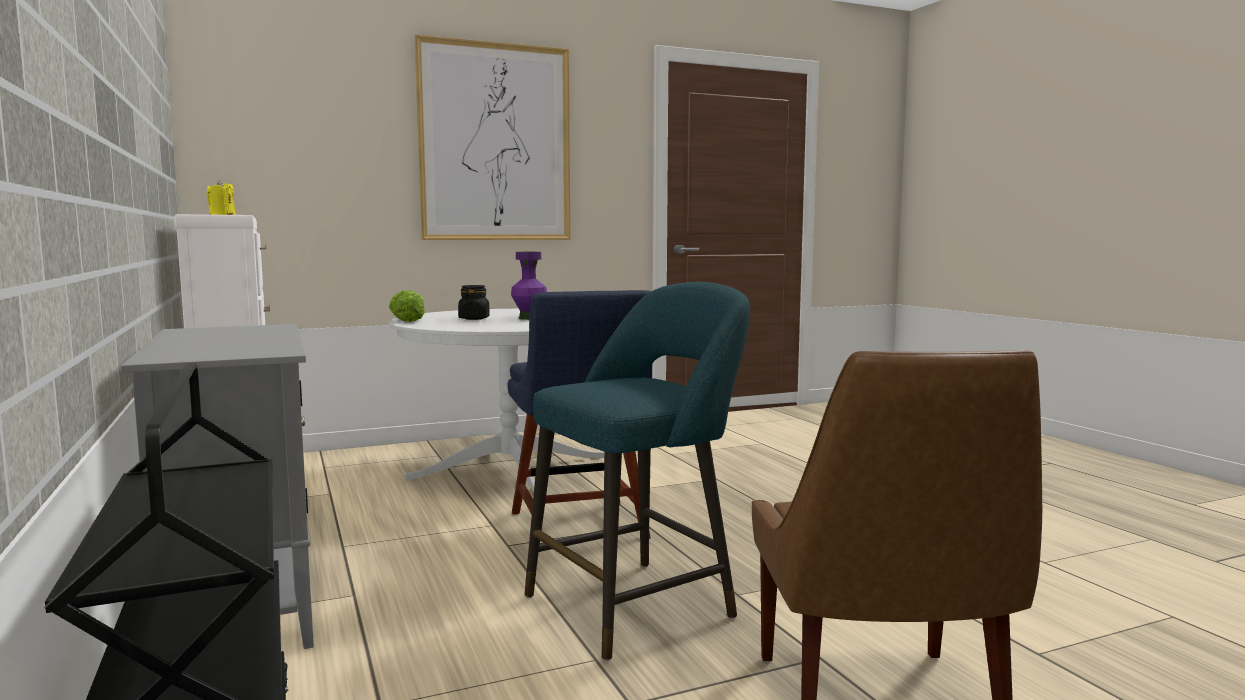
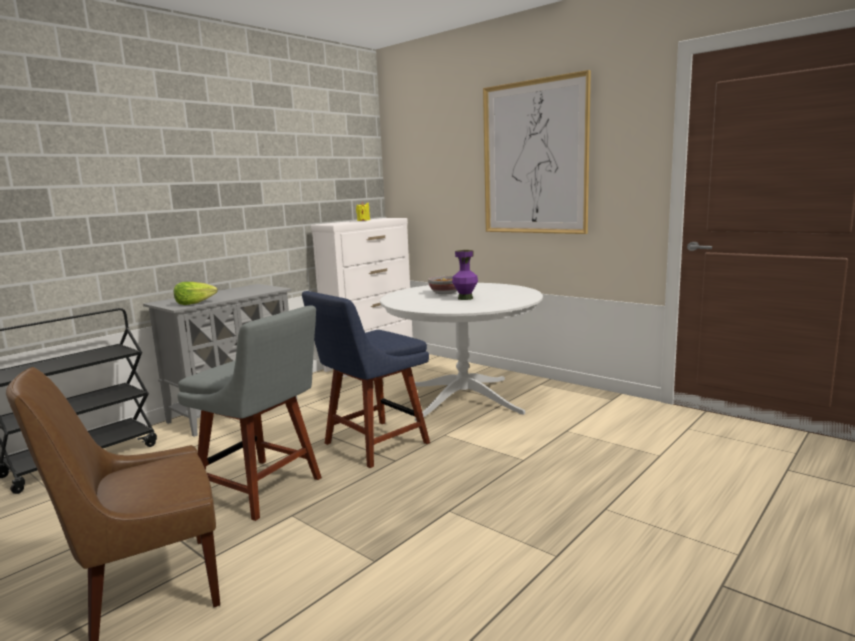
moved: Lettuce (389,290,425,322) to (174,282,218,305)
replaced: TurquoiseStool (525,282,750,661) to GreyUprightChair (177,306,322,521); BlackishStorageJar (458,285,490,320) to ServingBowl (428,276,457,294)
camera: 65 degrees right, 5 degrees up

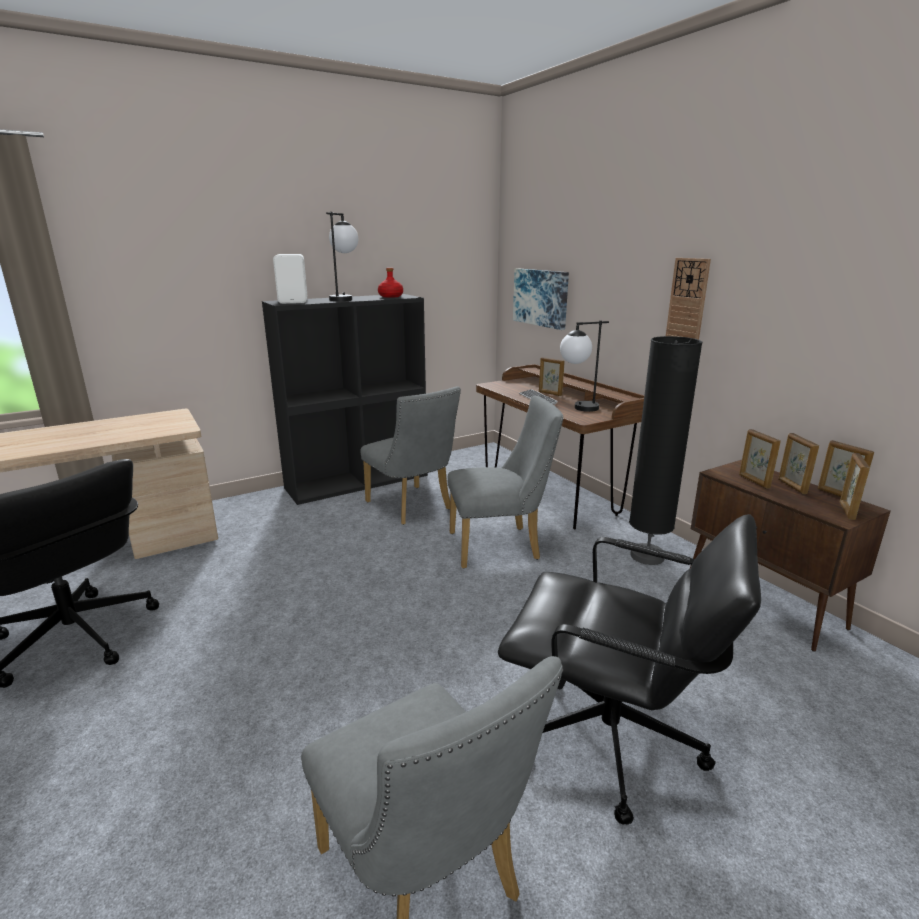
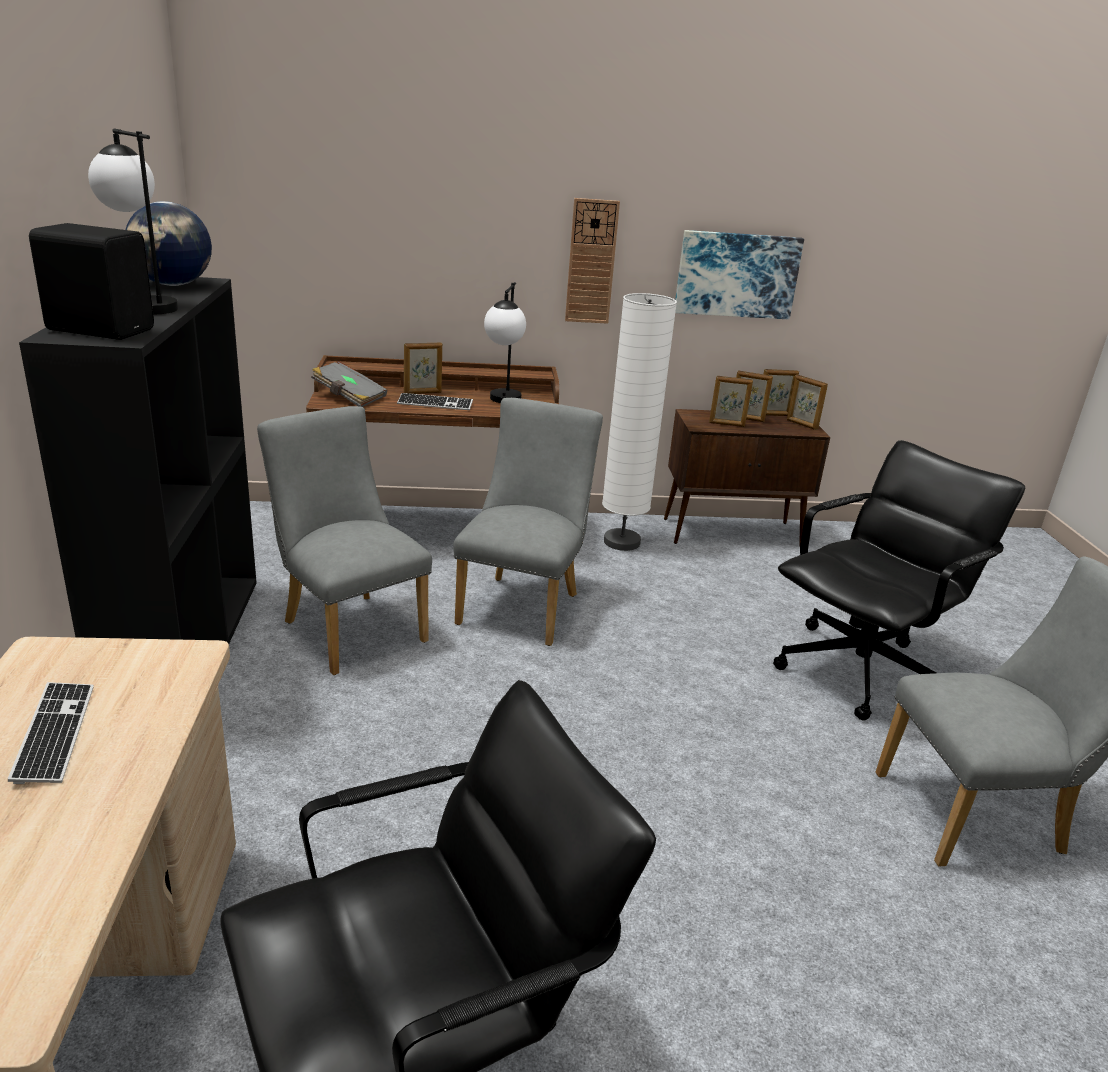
added: PcKeyboard (8,682,94,784); GreyVolume (311,361,387,407)
moved: WallPicture (513,268,569,330) to (675,230,804,320)
replaced: ReddishBottle (378,268,403,298) to Globe (126,201,212,286)
recoloured: WhitishLoudspeaker (273,254,307,304) to BlackishLoudspeaker (29,223,154,340); BlackishFloorLamp (629,336,702,565) to WhitishFloorLamp (602,293,677,551)
turned: GreyUprightChair (360,386,461,525) = (257,406,432,675) 120 degrees counterclockwise
camera: 65 degrees left, 5 degrees up

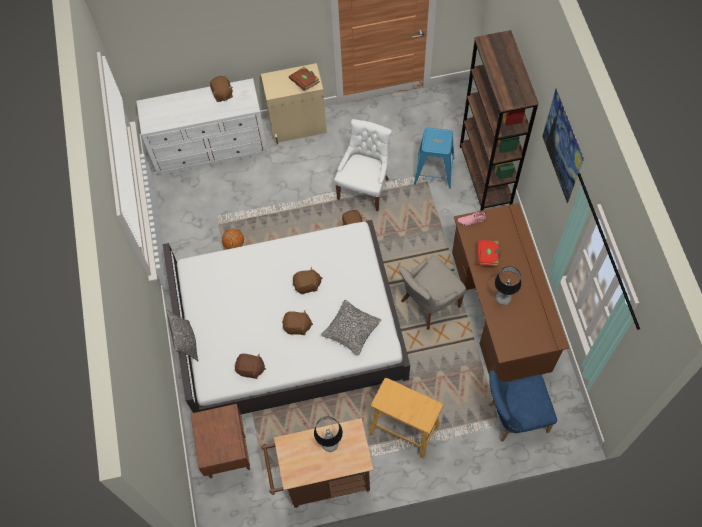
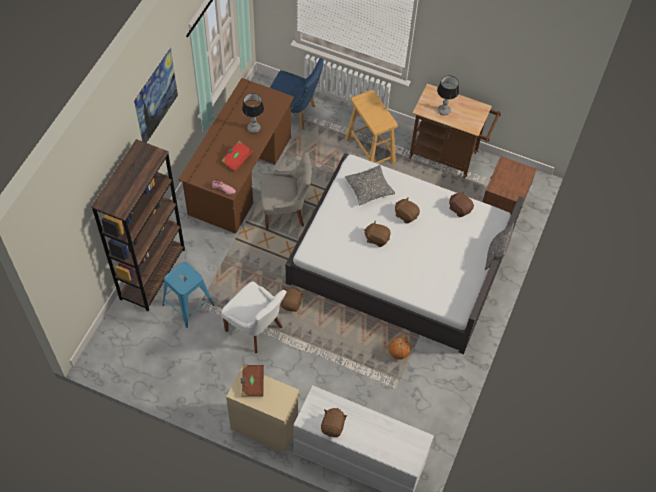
turned: WhitishUprightChair (334,119,392,212) = (221,282,287,353) 105 degrees counterclockwise
camera: 150 degrees left, 5 degrees down

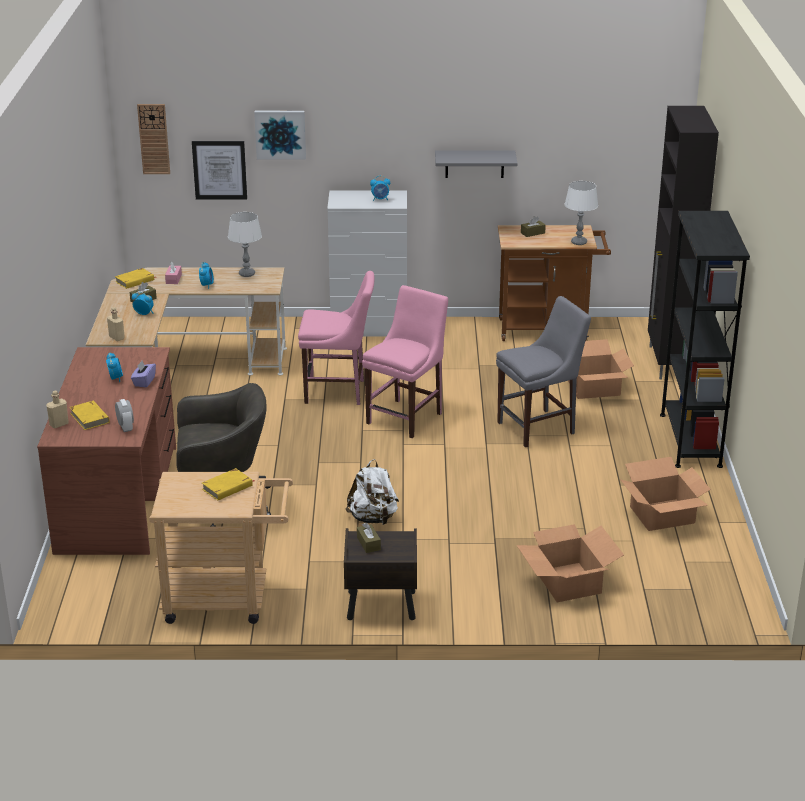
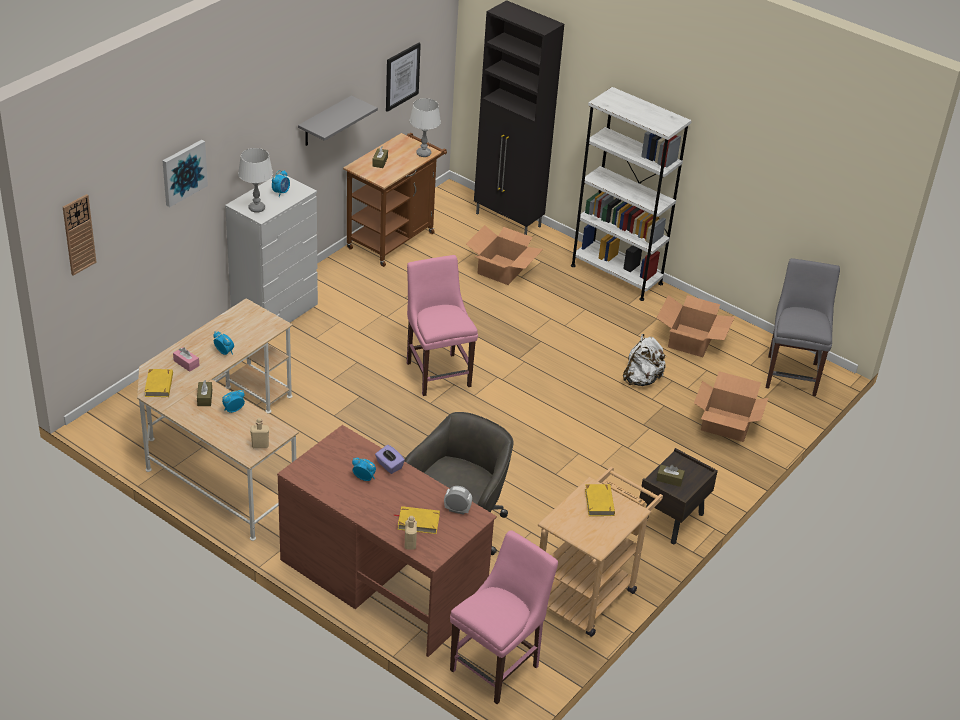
moved: WhitishTableLamp (228,212,262,277) to (238,148,273,213); WallPicture (192,141,247,199) to (386,43,421,112); PinkColouredUprightChair (298,271,374,405) to (450,530,558,704); WhitishBackpack (346,459,399,525) to (623,334,666,386); GreyUprightChair (496,296,591,447) to (766,258,840,396)
recoloured: BlackishBookcase (660,211,750,468) to WhitishBookcase (571,87,692,301)
camera: 55 degrees left, 10 degrees up

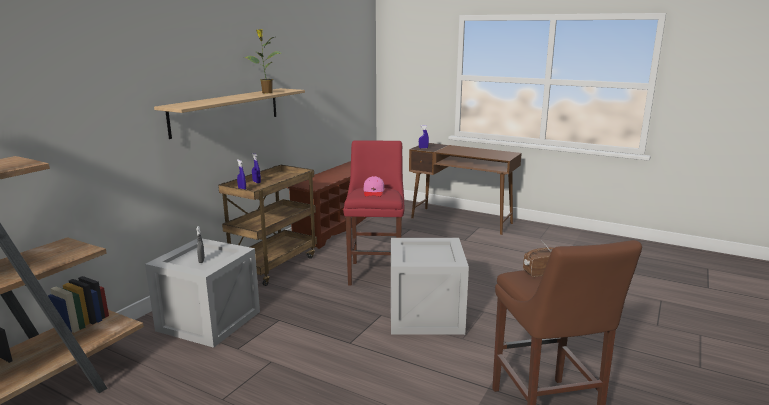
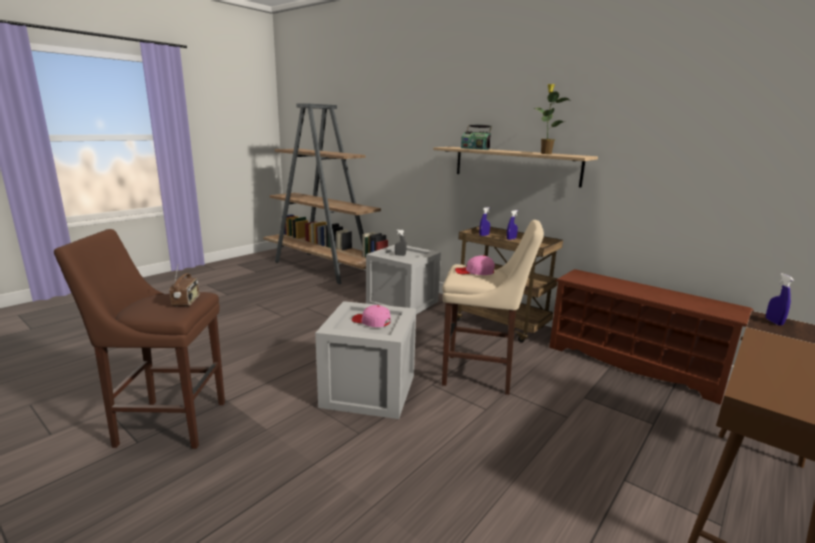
added: PinkColouredPeakedCap (352,305,391,327); Radio (461,124,492,150)
recoloured: ReddishStool (343,140,404,286) to SandColouredStool (442,220,544,395)
camera: 100 degrees right, 0 degrees up

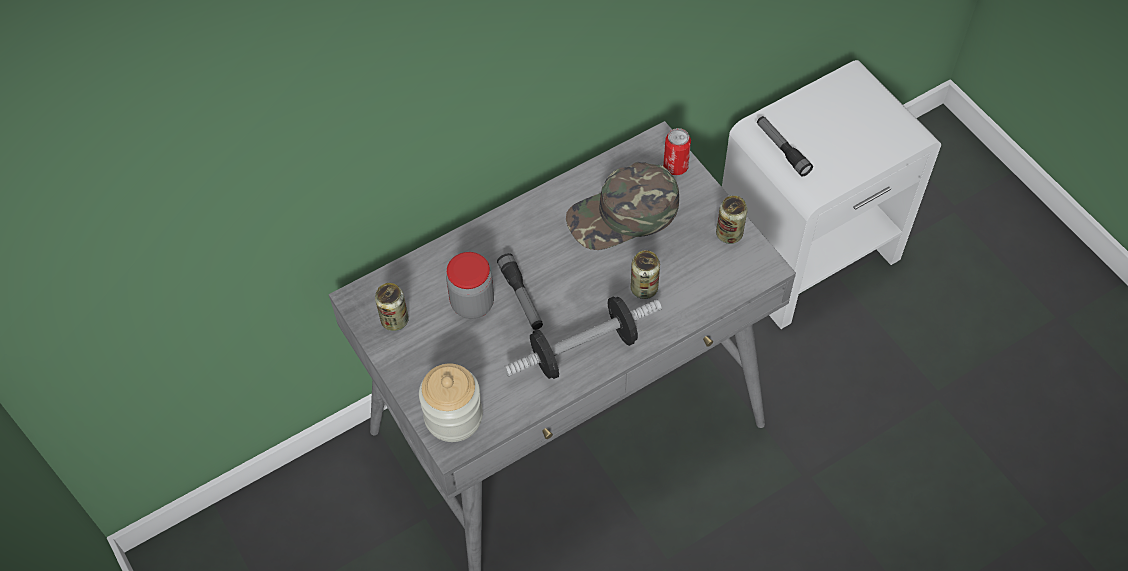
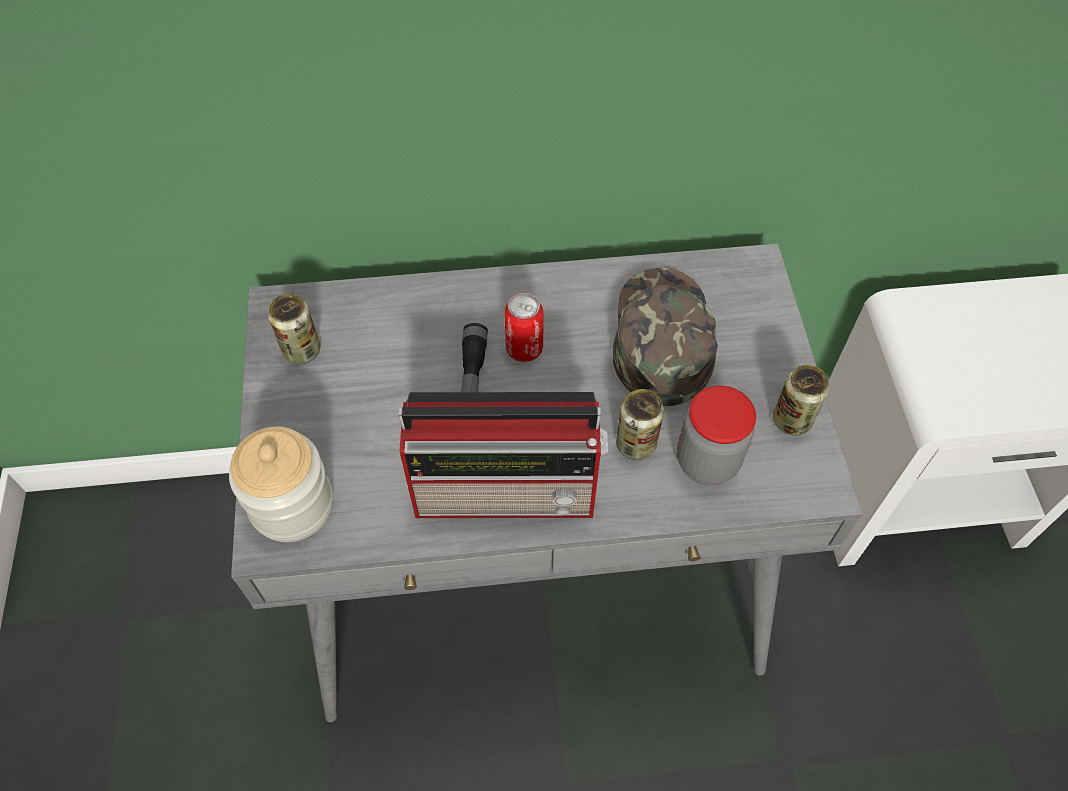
removed: Flashlight (757,116,813,177)
moved: MetalCan (663,128,691,175) to (504,293,544,362); StorageJar (446,252,494,319) to (677,386,756,485)
replaced: Dumbbell (504,296,662,379) to Radio (399,392,608,518)
turned: GreenColouredPeakedCap (566,162,679,250) = (613,268,718,406) 90 degrees clockwise
camera: 25 degrees right, 0 degrees up

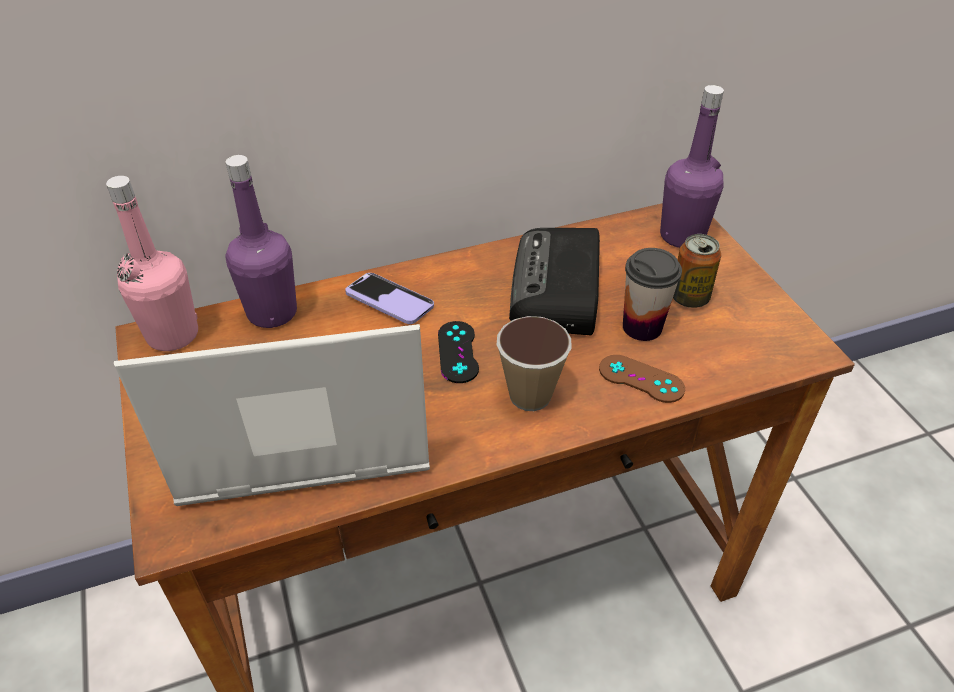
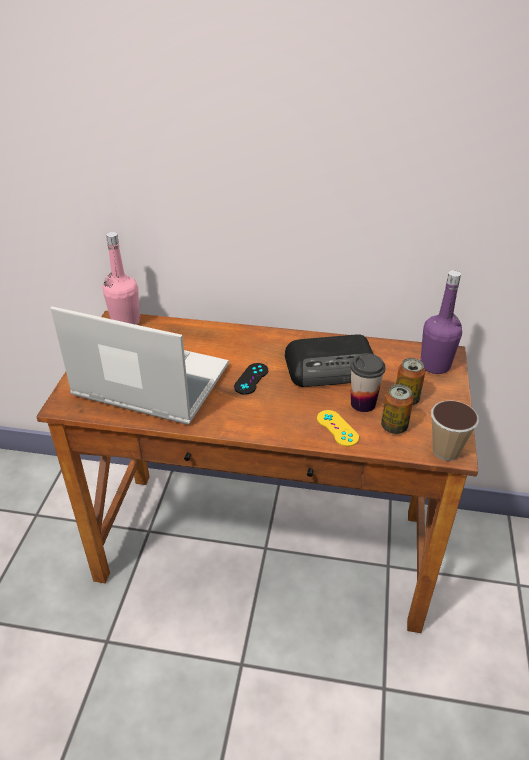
removed: PurpleColouredBottle (226,155,297,328); Phone (345,273,434,324)
added: MetalCan (381,384,414,434)
moved: SmallCup (497,316,571,411) to (431,400,479,461)
recoloured: BrownColouredGamepad (599,355,685,403) to YellowGamepad (317,410,359,447)
turned: Radio (509,228,600,335) = (285,335,373,387) 135 degrees counterclockwise
camera: 30 degrees right, 5 degrees down

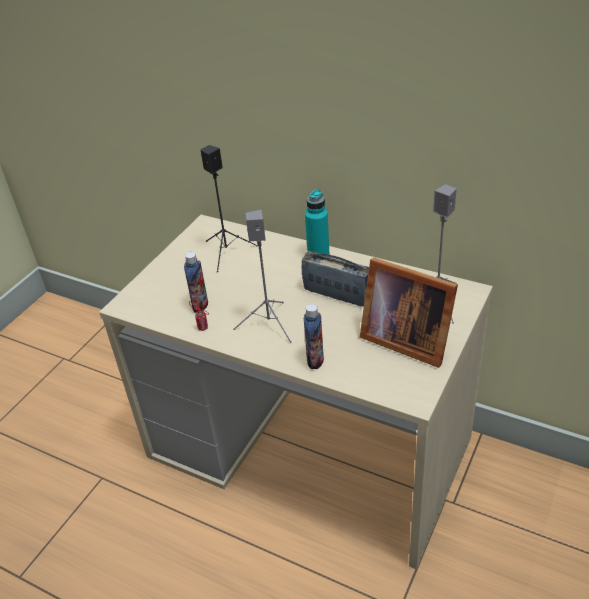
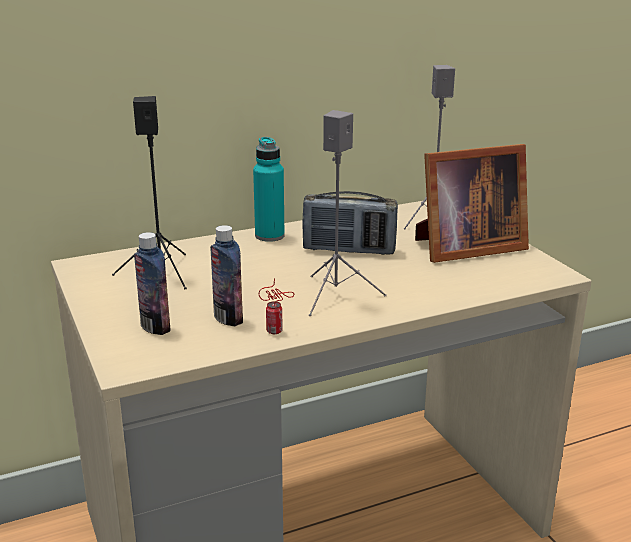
moved: Bottle (304,304,324,369) to (134,232,171,335)
turned: Radio (302,251,369,307) = (303,191,398,255) 150 degrees counterclockwise
camera: 55 degrees left, 15 degrees down

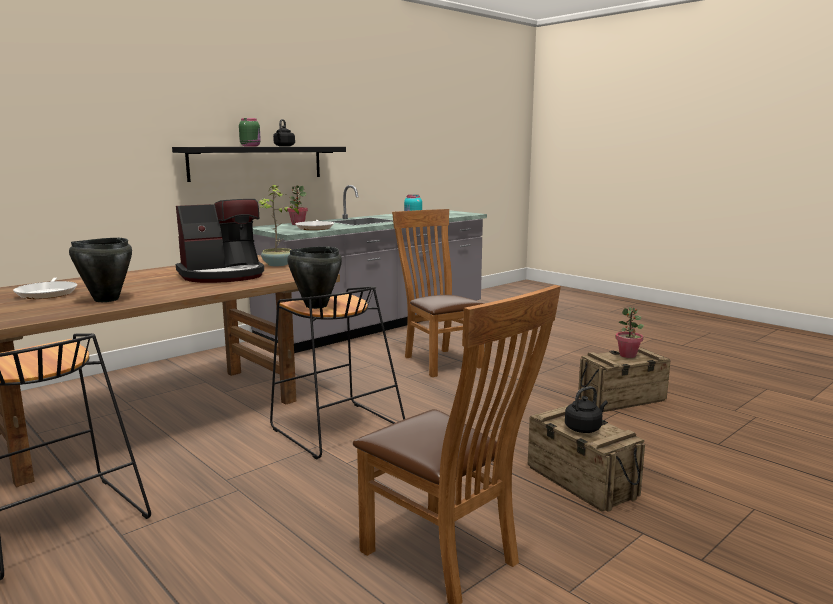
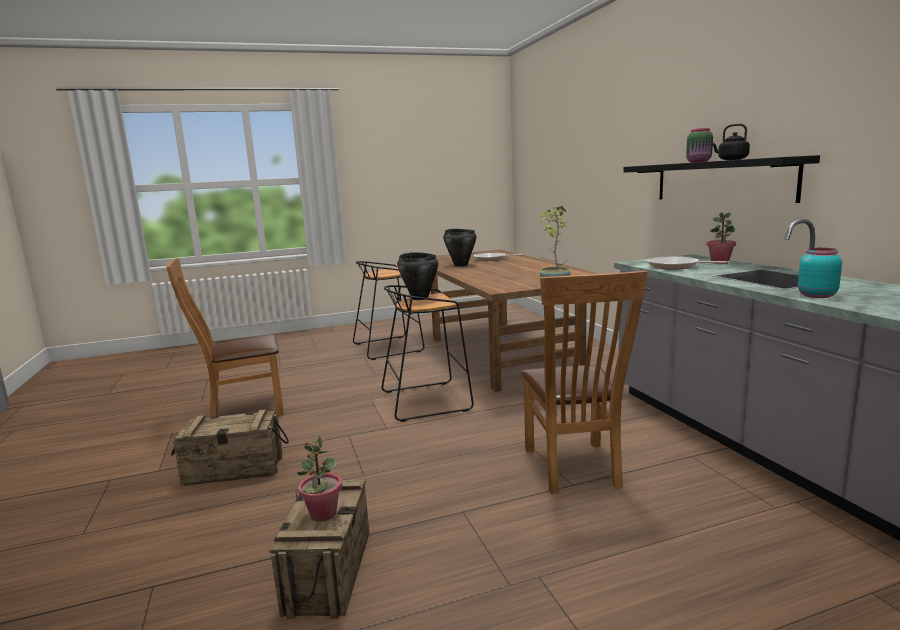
removed: CoffeeBrewer (176,199,264,283); BlackishTeaKettle (565,386,608,433)
turned: BrownColouredUprightChair (392,209,485,377) = (521,271,648,494) 90 degrees clockwise
camera: 115 degrees right, 0 degrees up

